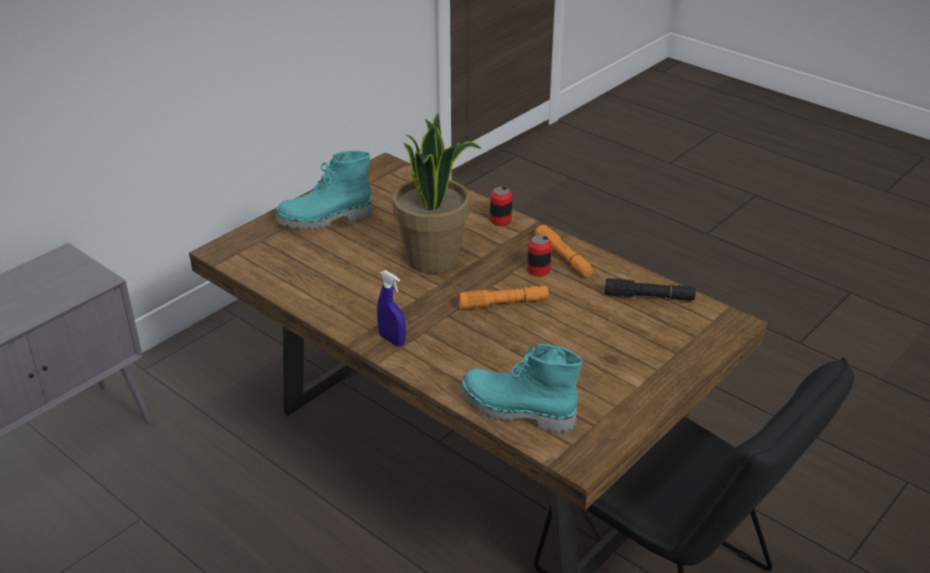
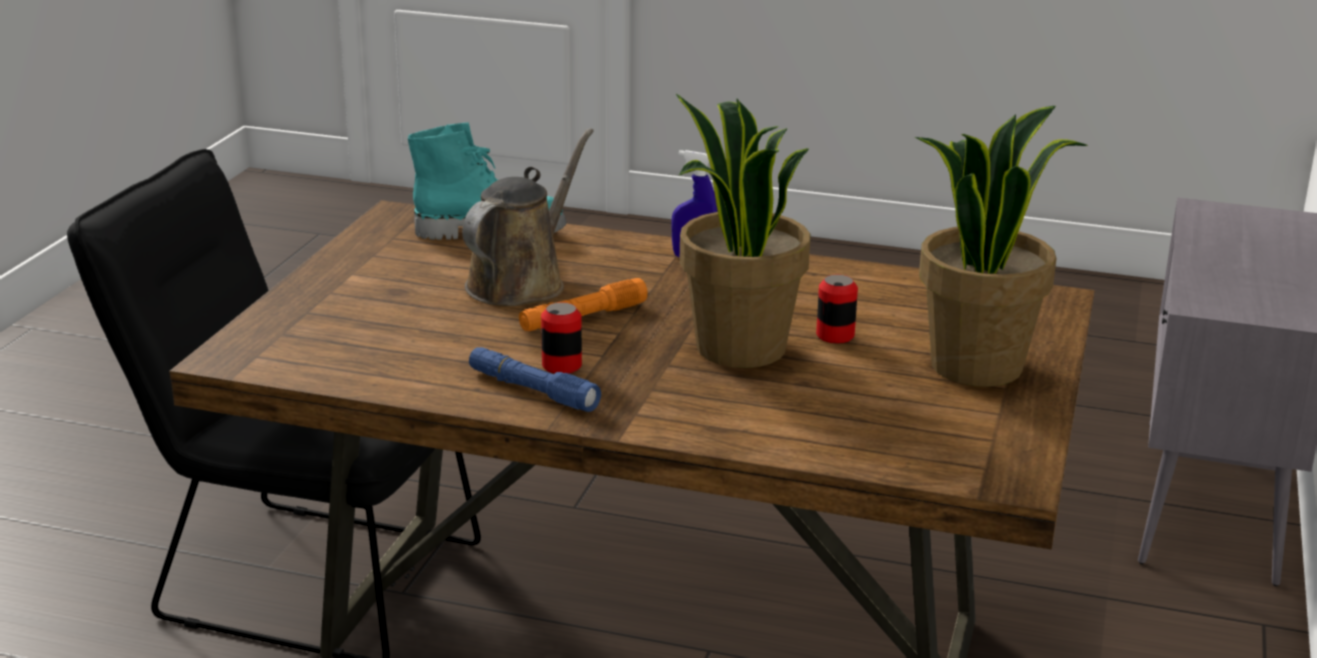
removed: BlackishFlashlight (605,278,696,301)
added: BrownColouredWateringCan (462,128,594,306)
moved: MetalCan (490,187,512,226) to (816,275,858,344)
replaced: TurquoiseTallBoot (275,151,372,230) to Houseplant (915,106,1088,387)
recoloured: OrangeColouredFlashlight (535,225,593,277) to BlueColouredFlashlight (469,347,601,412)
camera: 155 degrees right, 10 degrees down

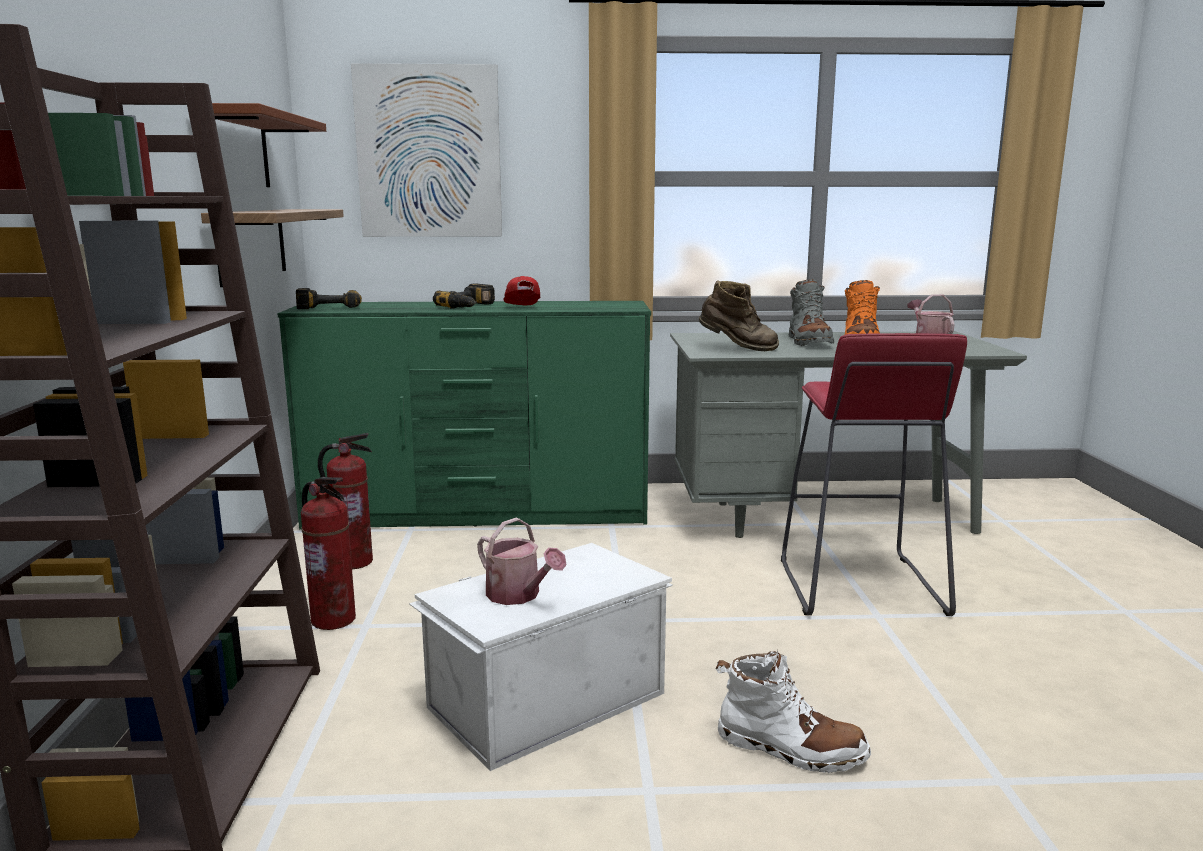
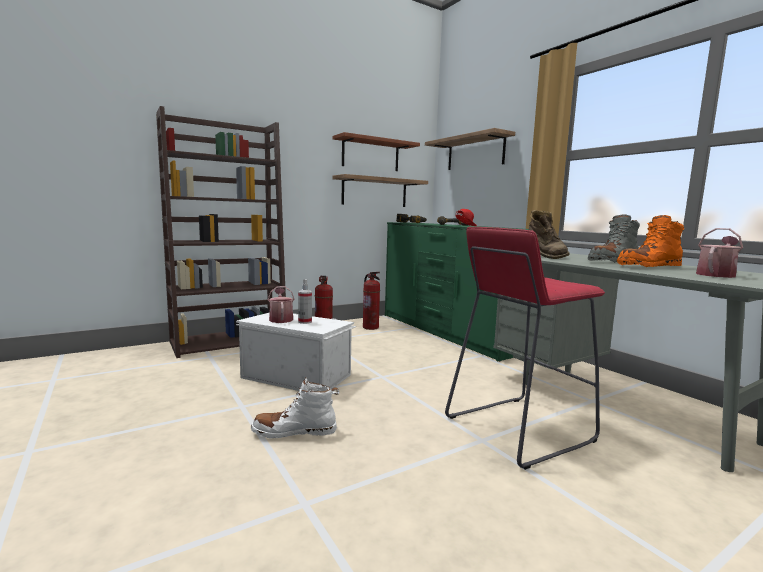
added: HandSprayer (298,279,312,324)
replaced: WallPicture (351,63,502,237) to BracketShelf (425,128,515,170)
turned: WhitishTallBoot (716,650,871,773) = (251,377,340,438) 90 degrees clockwise; WateringCan (477,517,567,605) = (268,286,294,323) 150 degrees clockwise
camera: 60 degrees right, 5 degrees down

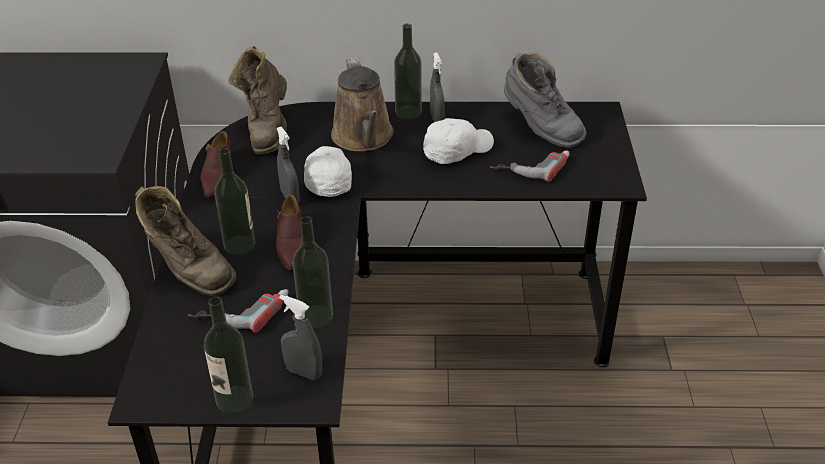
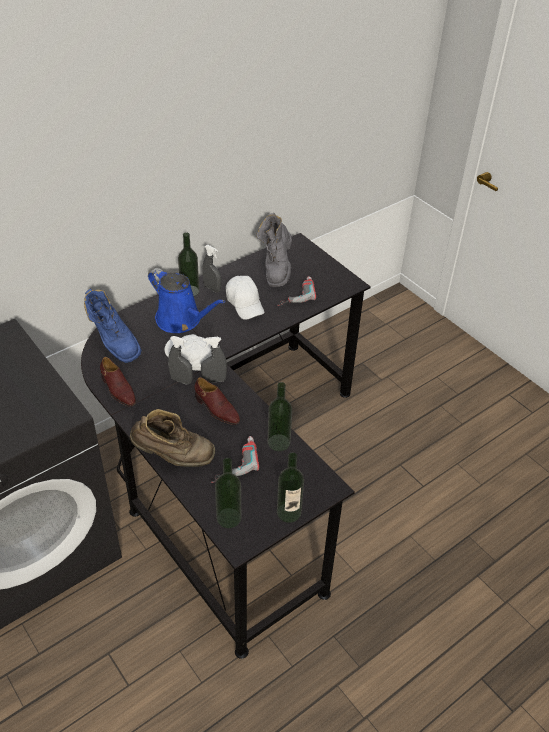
moved: GreyHandSprayer (279,295,322,380) to (201,337,227,383); Bottle (214,148,255,255) to (215,458,241,528)
recoloured: BrownColouredTallBoot (228,46,287,155) to BlueColouredTallBoot (84,288,141,363); BrownColouredWateringCan (331,57,394,151) to BlueColouredWateringCan (148,268,225,333)
turned: WhitishPeakedCap (423,118,494,164) = (226,276,264,320) 135 degrees clockwise; GreyTallBoot (504,52,586,148) = (256,213,292,287) 90 degrees clockwise
camera: 40 degrees left, 5 degrees up

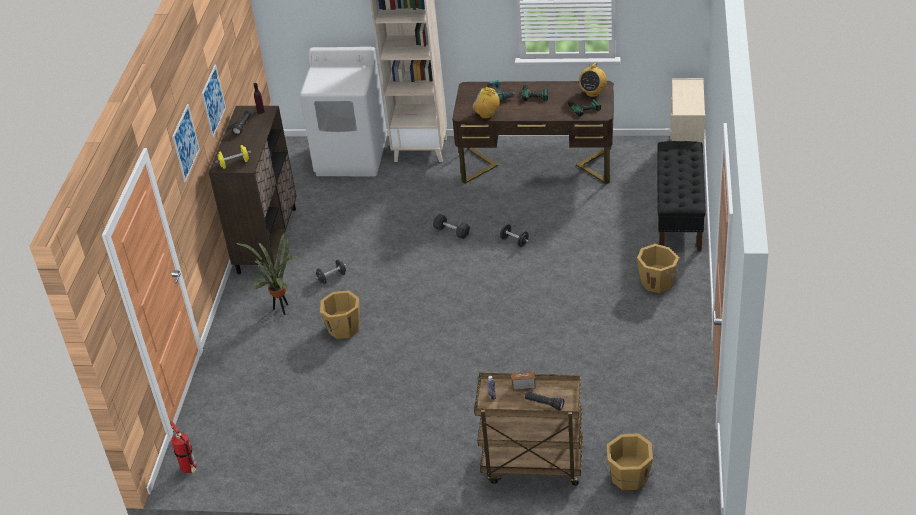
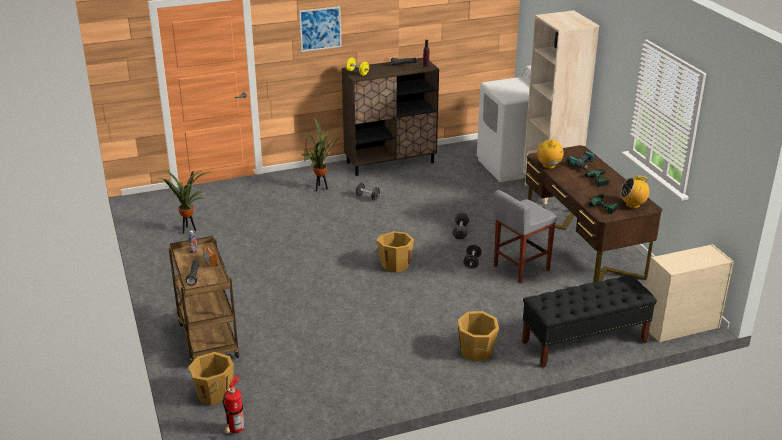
removed: WallPicture (202,64,226,138)
added: Houseplant (159,169,210,234); GreyStool (494,190,557,283)
moved: Extinguisher (170,422,197,473) to (223,375,244,433); OrangeColouredWaterBucket (320,290,360,339) to (375,231,414,273)
camera: 60 degrees right, 10 degrees down

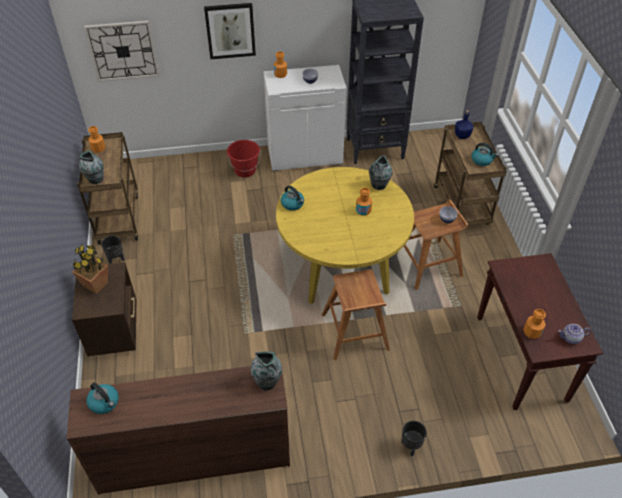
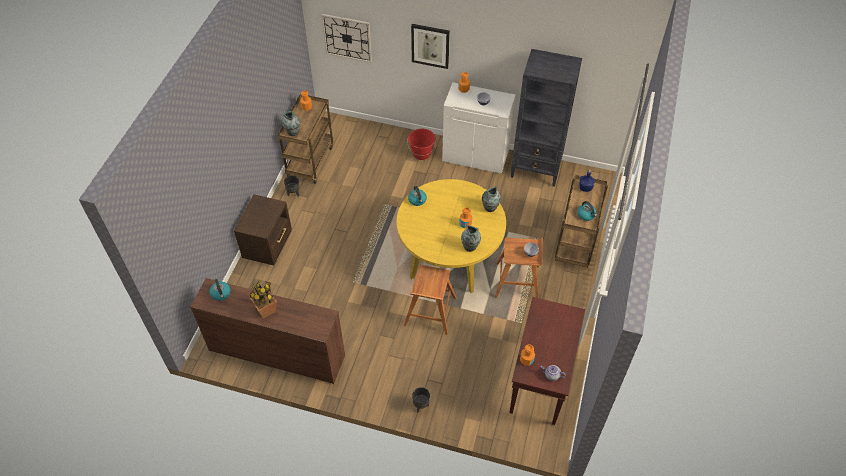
moved: Houseplant (72,244,108,294) to (249,280,277,319); DecorativeVase (251,352,282,390) to (461,225,481,252)
camera: 25 degrees right, 5 degrees up

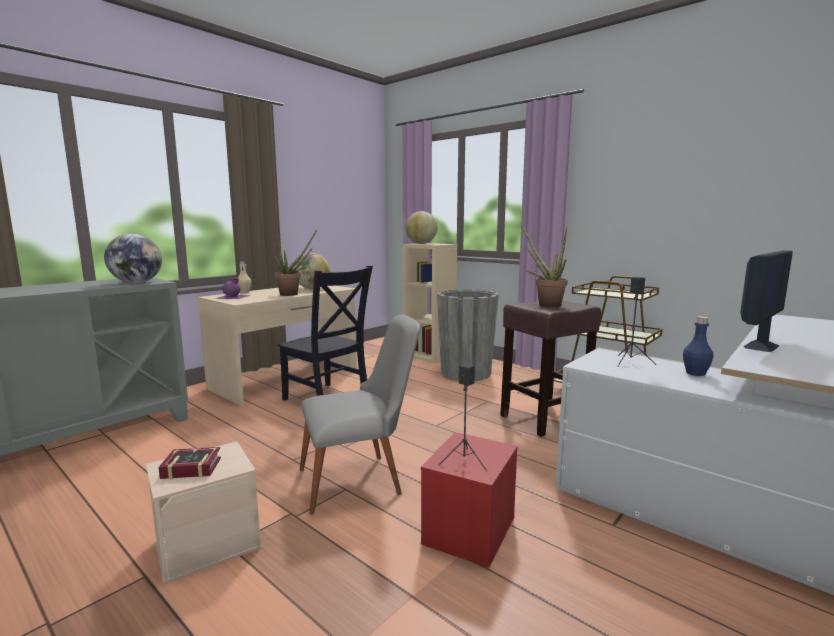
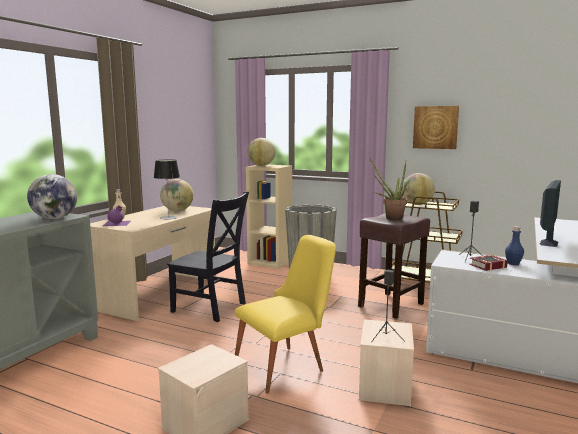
added: Globe (402,173,435,205); WallPicture (413,106,459,149)
moved: Volume (158,447,221,479) to (469,255,508,271)
replaced: Houseplant (275,229,317,296) to TableLamp (154,159,180,219)
recoloured: GreyUprightChair (300,314,420,514) to YellowUprightChair (235,235,336,394); ReddishStorageBox (421,432,518,568) to SandColouredStorageBox (359,319,414,406)
camera: 15 degrees left, 0 degrees up

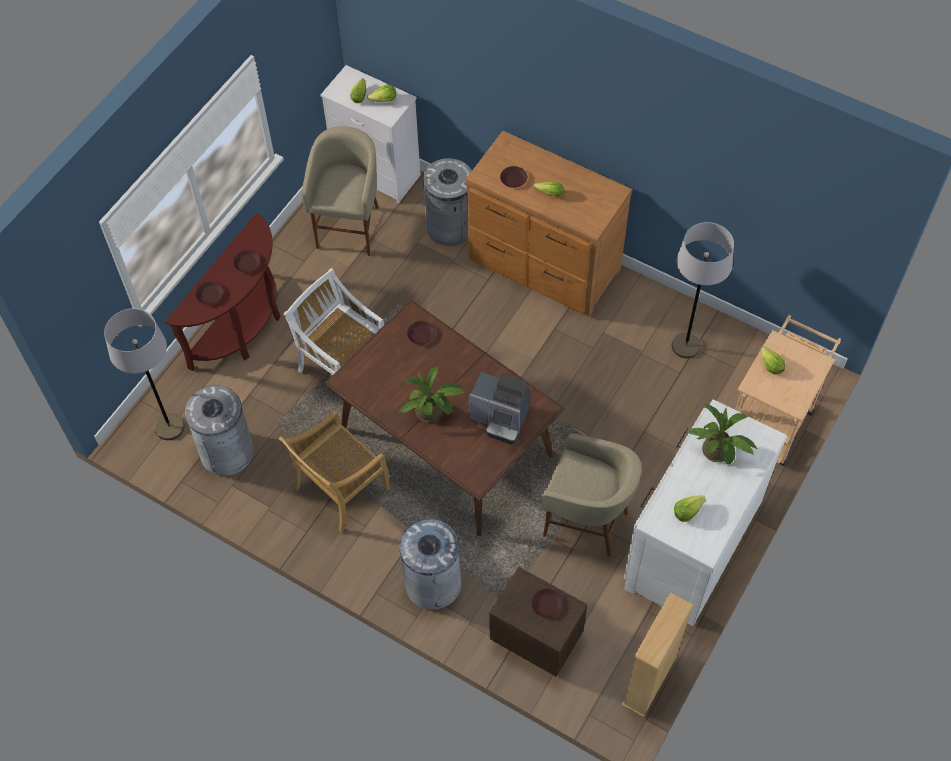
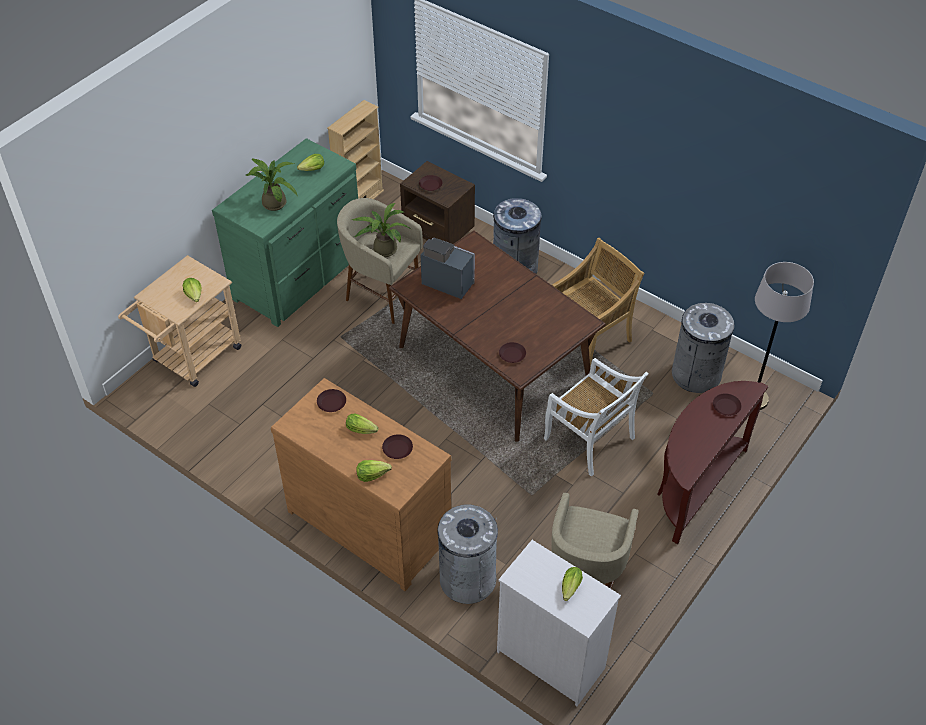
removed: GreyFloorLamp (672,222,734,359)
moved: BrownColouredDinnerPlate (233,250,261,272) to (317,389,346,412); Houseplant (398,367,466,422) to (352,203,411,257); Lettuce (367,84,396,102) to (356,460,392,482)
recoloured: WhitishDrawerChest (624,399,787,626) to GreenColouredDrawerChest (212,138,358,327)
camera: 175 degrees left, 10 degrees down

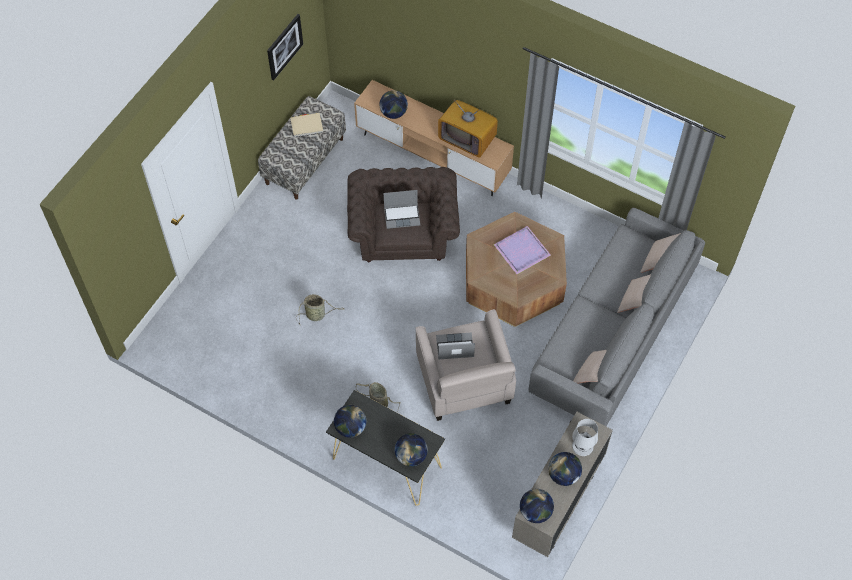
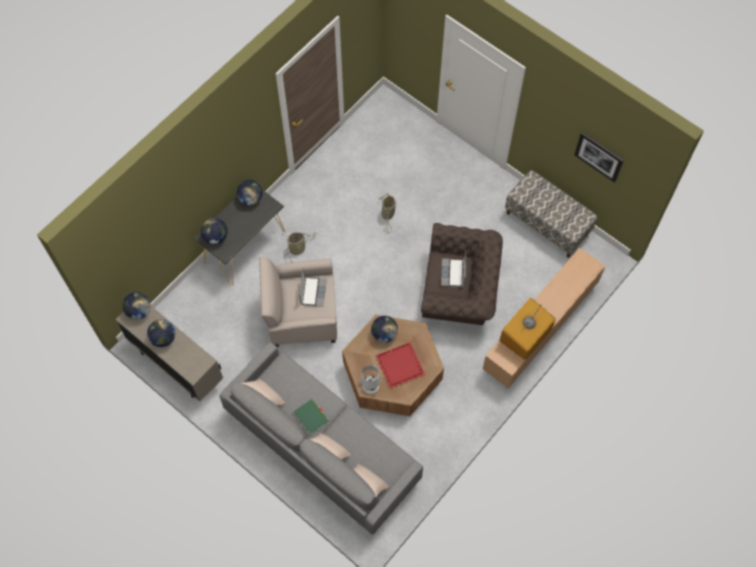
removed: SandColouredVolume (290,113,323,137)
added: GreenColouredVolume (293,399,329,435)
moved: WhitishTableLamp (572,419,598,456) to (360,365,381,394); Globe (380,90,408,119) to (371,316,398,343)
recoloured: PurpleColouredServingTray (494,226,551,274) to ReddishServingTray (375,342,425,388)
camera: 100 degrees right, 5 degrees up

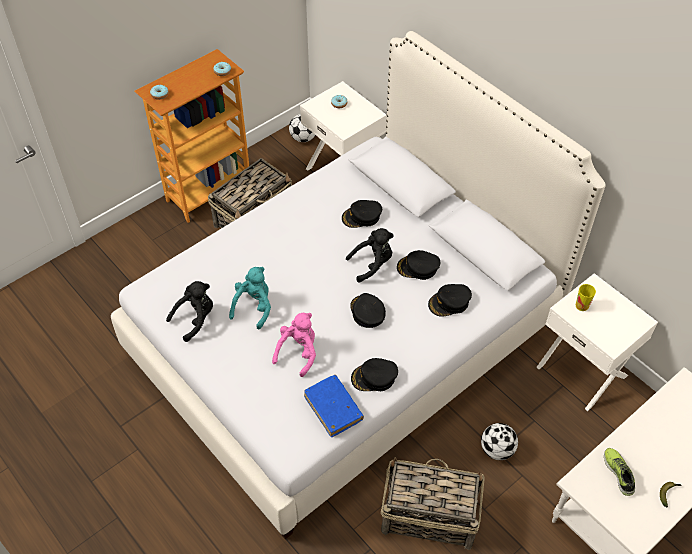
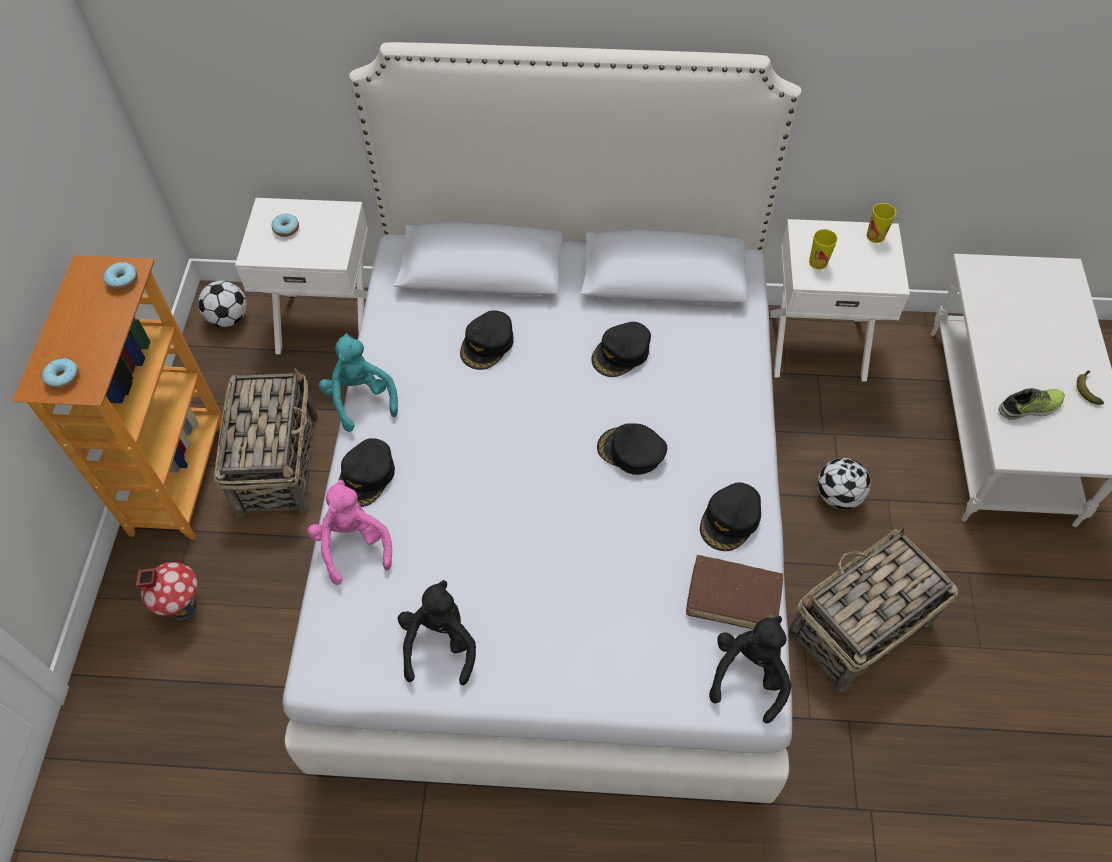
added: ModelHouse (136,562,197,620); SmallCup (867,203,896,243)
moved: PinkColouredPlushToy (272,313,316,377) to (307,480,392,585); TurquoisePlushToy (229,267,271,330) to (319,334,398,432); BlackishPeakedCap (428,284,472,317) to (338,438,395,507); BlackishPlushToy (346,228,394,283) to (709,616,791,724)
recoloured: BlueColouredVolume (304,375,364,437) to BrownColouredVolume (686,555,783,629)
turned: ItemOfFootwear (604,448,635,496) = (999,388,1065,420) 135 degrees clockwise
camera: 45 degrees left, 5 degrees up

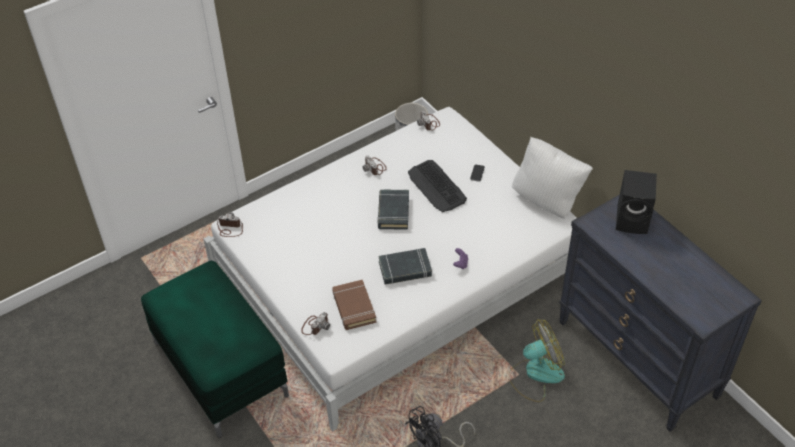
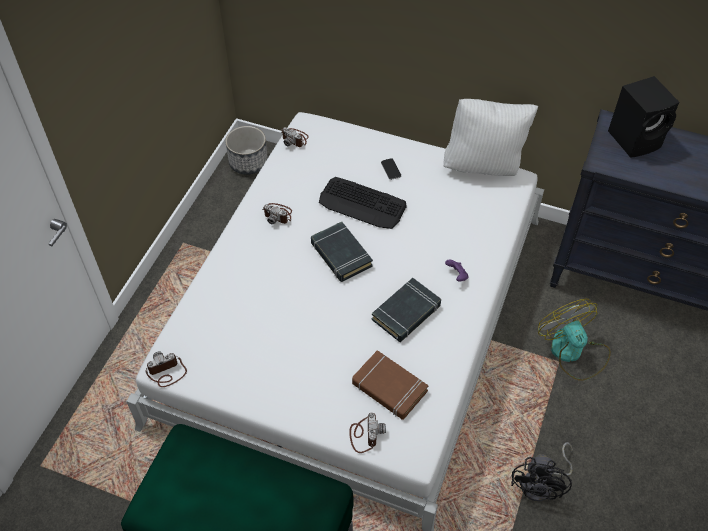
turned: CoolingFan (509,319,565,402) = (538,299,611,381) 60 degrees counterclockwise
camera: 35 degrees left, 5 degrees up

